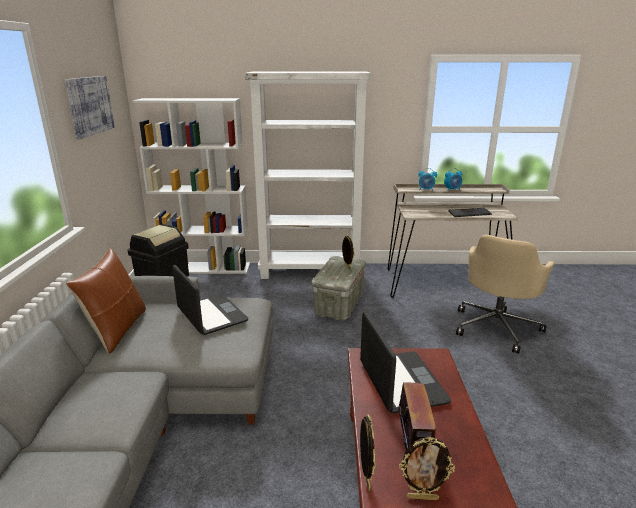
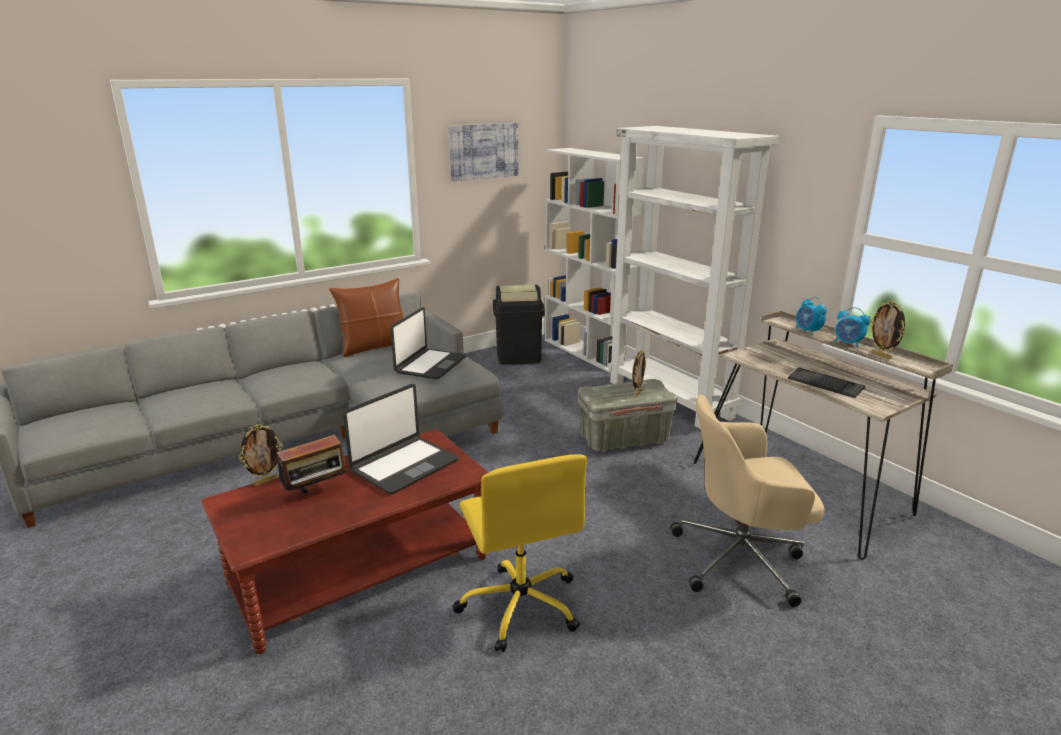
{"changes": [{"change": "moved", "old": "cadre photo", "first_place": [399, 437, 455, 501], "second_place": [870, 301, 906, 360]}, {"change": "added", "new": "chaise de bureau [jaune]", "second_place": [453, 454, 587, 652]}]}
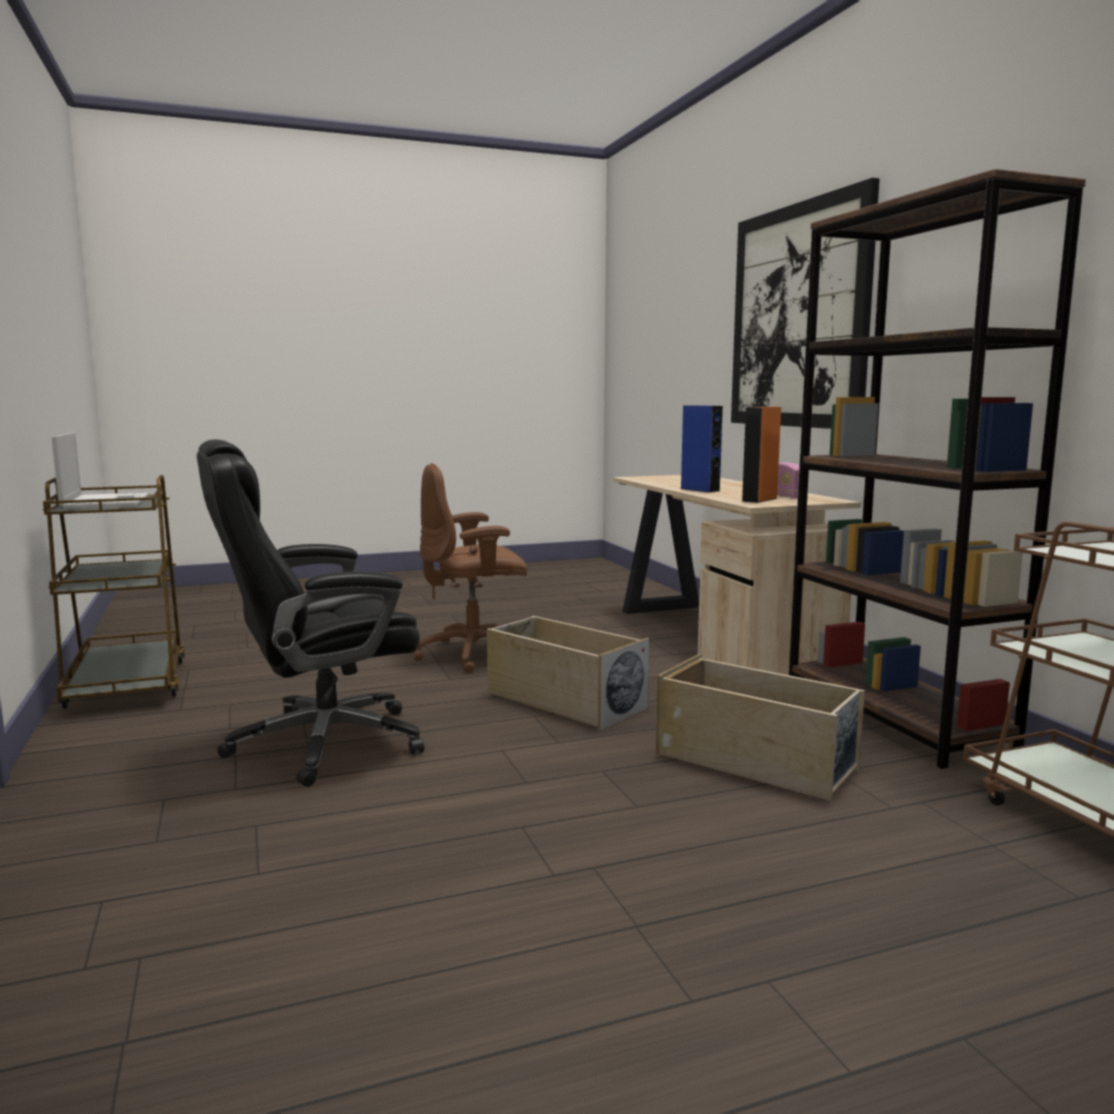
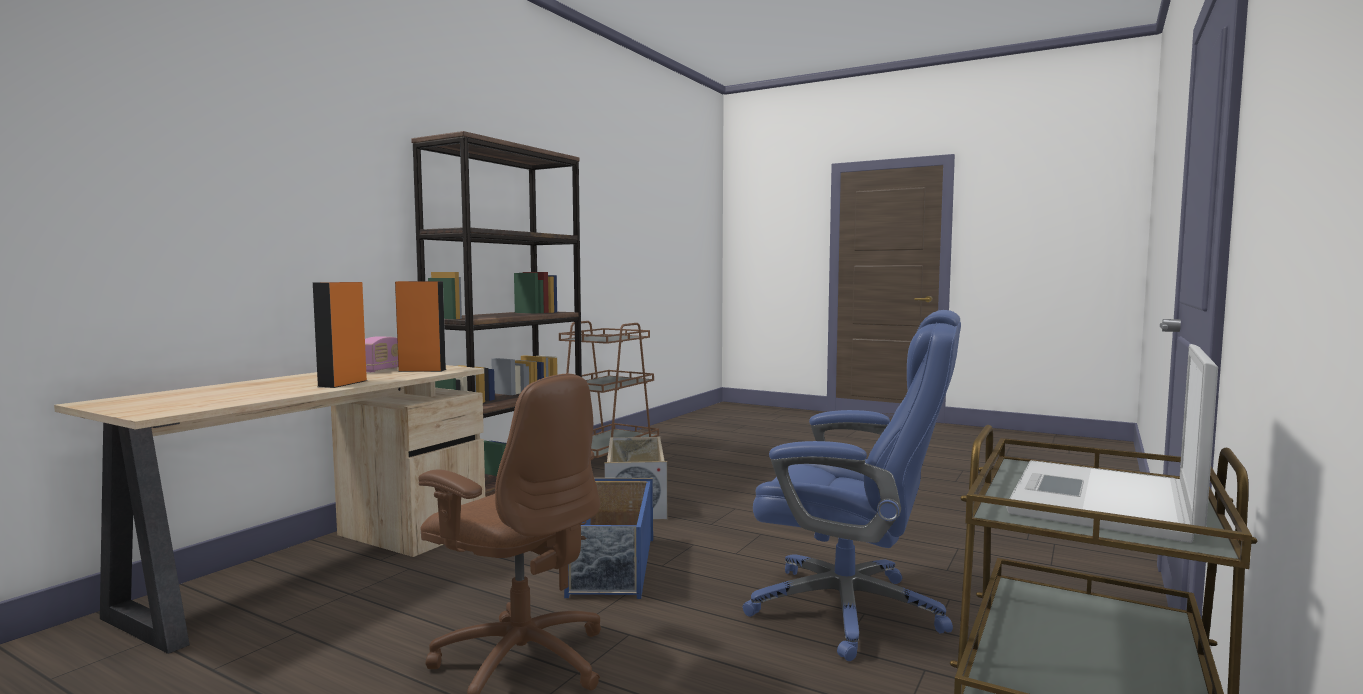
{"changes": [{"change": "removed", "old": "tableau", "first_place": [731, 178, 880, 429]}, {"change": "recoloured", "old": "enceinte [bleu]", "new": "enceinte [orange]", "first_place": [681, 405, 723, 493], "second_place": [313, 282, 367, 388]}, {"change": "recoloured", "old": "chaise de bureau [noir]", "new": "chaise de bureau [bleu]", "first_place": [197, 439, 424, 787], "second_place": [742, 310, 961, 661]}, {"change": "recoloured", "old": "boîte de rangement [beige]", "new": "boîte de rangement [bleu]", "first_place": [487, 616, 650, 731], "second_place": [564, 478, 653, 599]}]}
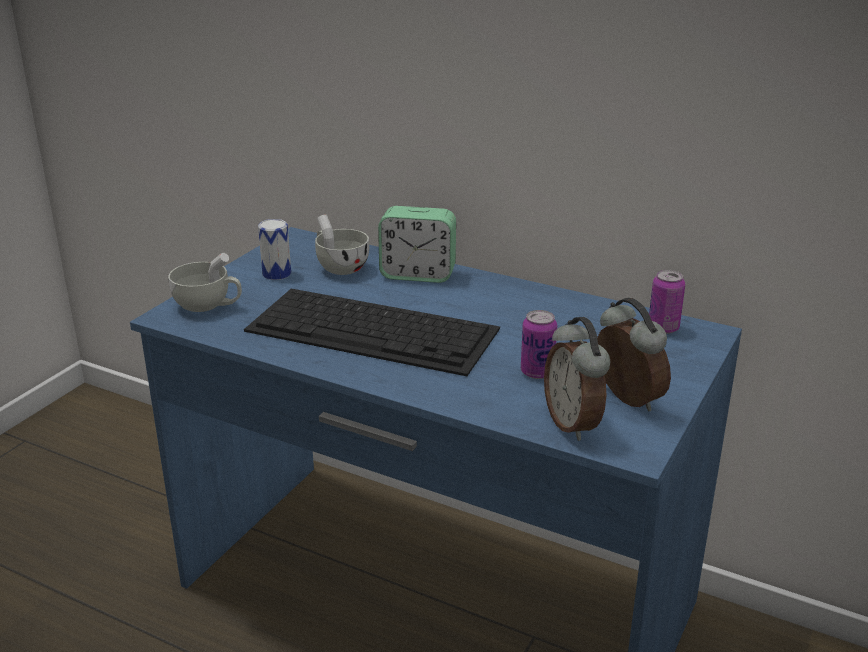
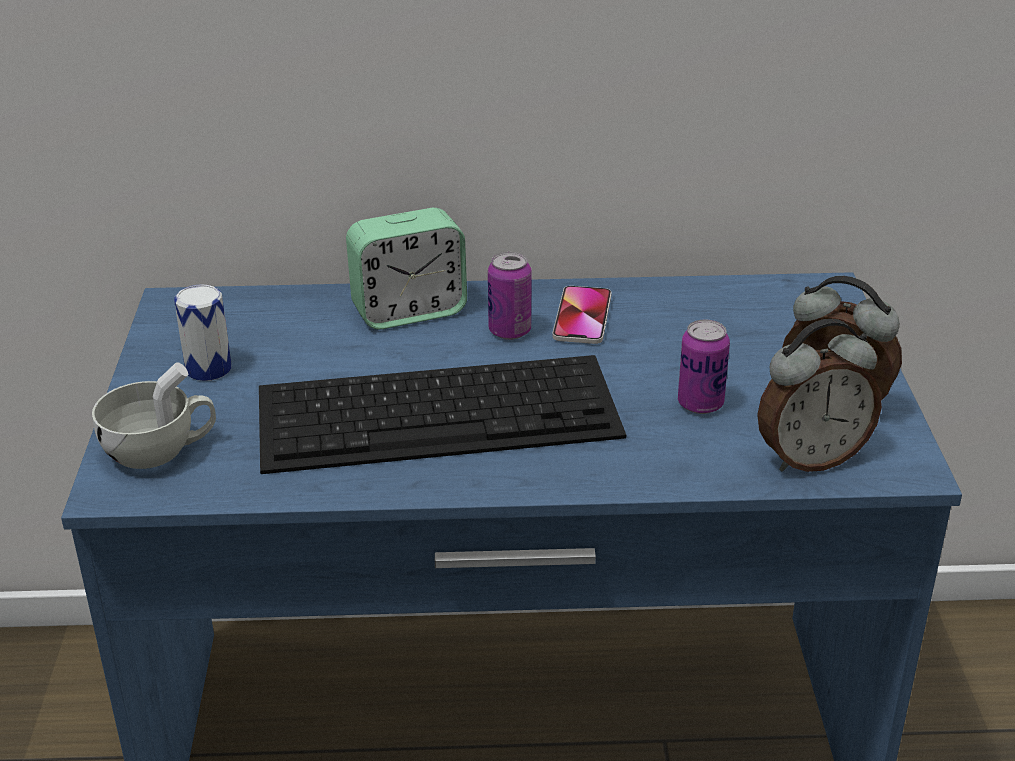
{"changes": [{"change": "removed", "old": "tasse [blanc]", "first_place": [315, 215, 369, 275]}, {"change": "moved", "old": "boîte métallique", "first_place": [649, 270, 685, 334], "second_place": [488, 252, 531, 340]}, {"change": "turned", "old": "réveil", "first_place": [544, 317, 610, 441], "second_place": [757, 319, 882, 472], "degrees": -60}, {"change": "added", "new": "téléphone", "second_place": [552, 286, 612, 344]}]}
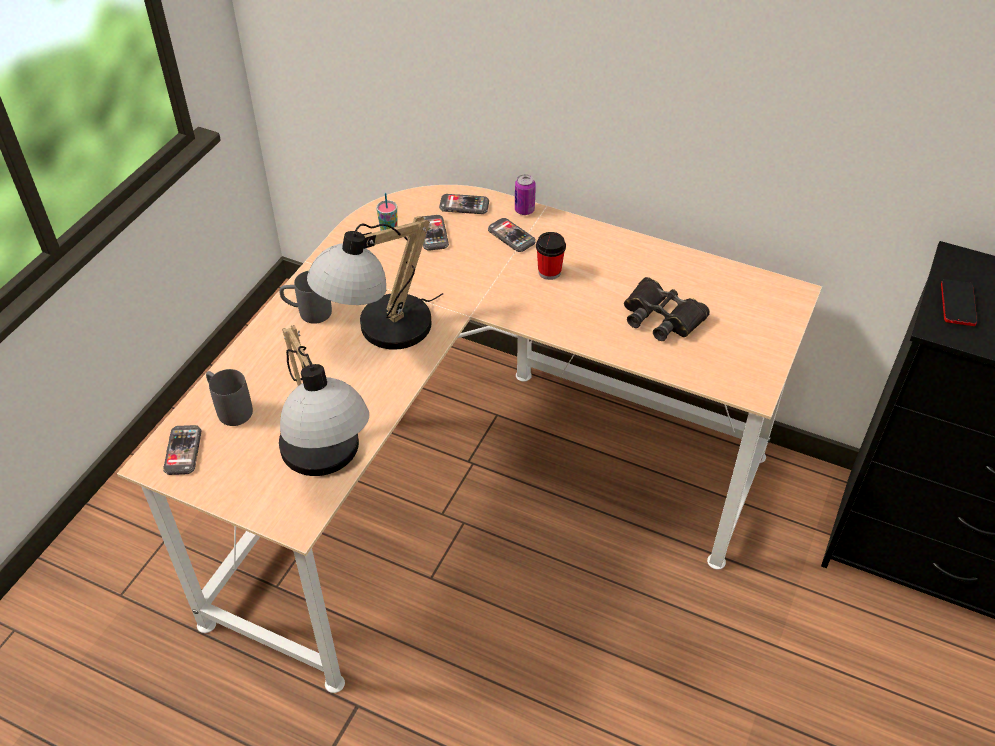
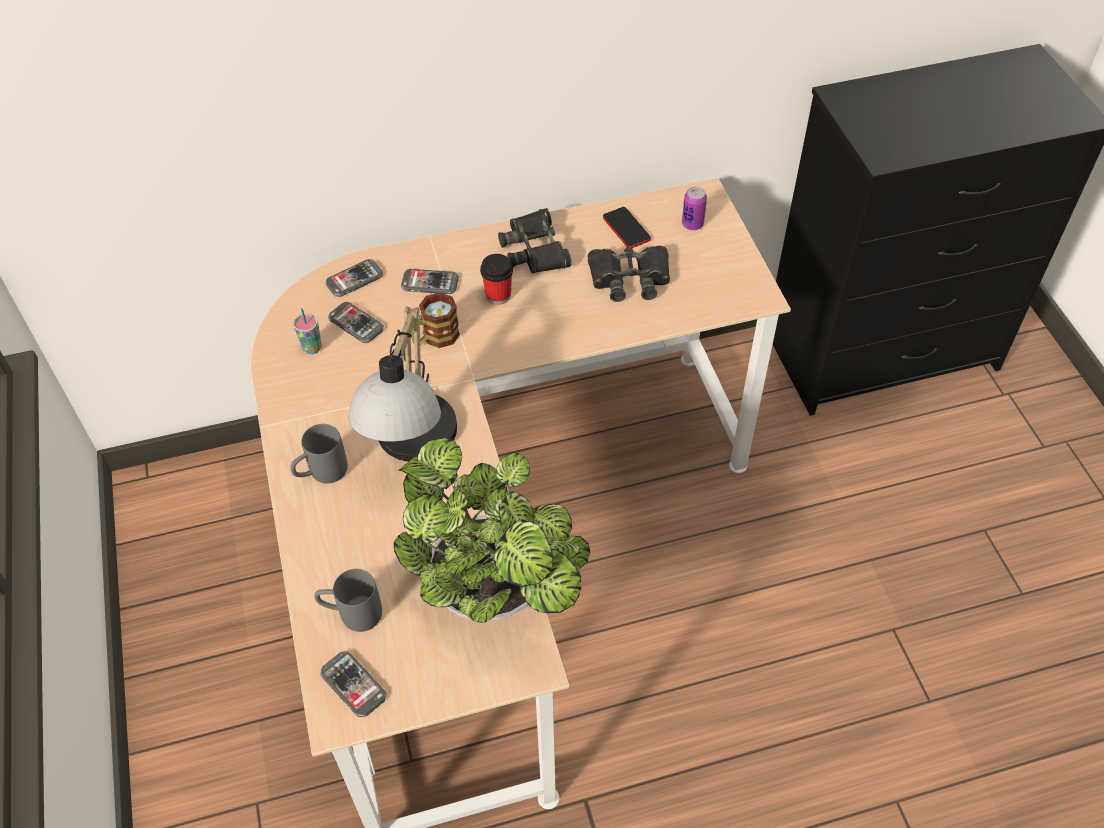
{"changes": [{"change": "moved", "old": "boîte métallique", "first_place": [515, 174, 536, 215], "second_place": [682, 186, 707, 230]}, {"change": "moved", "old": "téléphone", "first_place": [941, 279, 977, 326], "second_place": [603, 207, 651, 248]}, {"change": "replaced", "old": "lampe de table", "new": "plante en pot", "first_place": [279, 325, 369, 476], "second_place": [394, 437, 590, 623]}, {"change": "added", "new": "jumelles [noir]", "second_place": [498, 208, 572, 273]}, {"change": "added", "new": "mug", "second_place": [411, 292, 460, 348]}]}
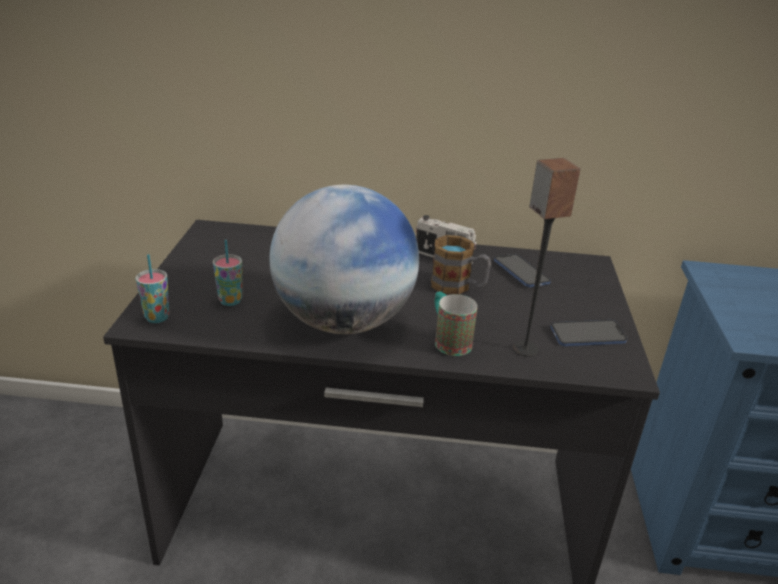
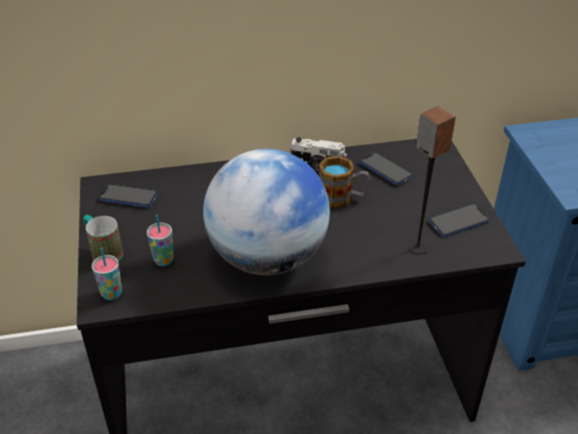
{"changes": [{"change": "moved", "old": "mug", "first_place": [435, 291, 478, 356], "second_place": [83, 215, 123, 261]}, {"change": "added", "new": "téléphone", "second_place": [99, 184, 158, 207]}]}
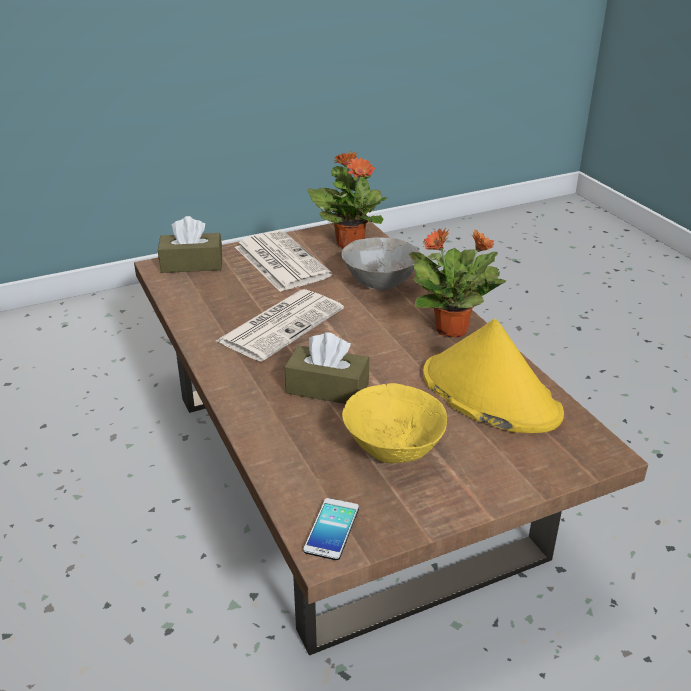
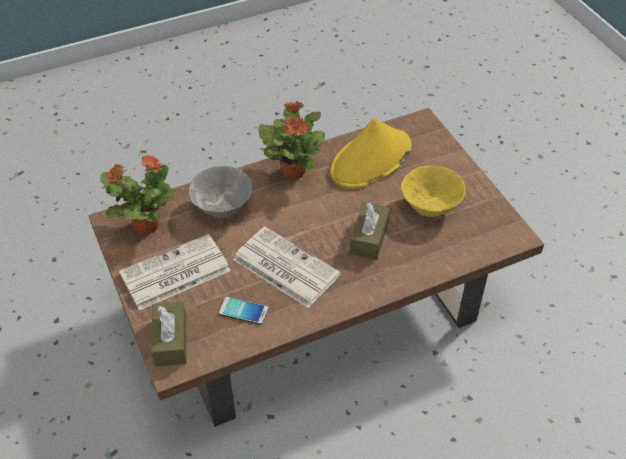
{"changes": [{"change": "moved", "old": "téléphone", "first_place": [303, 498, 359, 560], "second_place": [219, 296, 269, 325]}]}
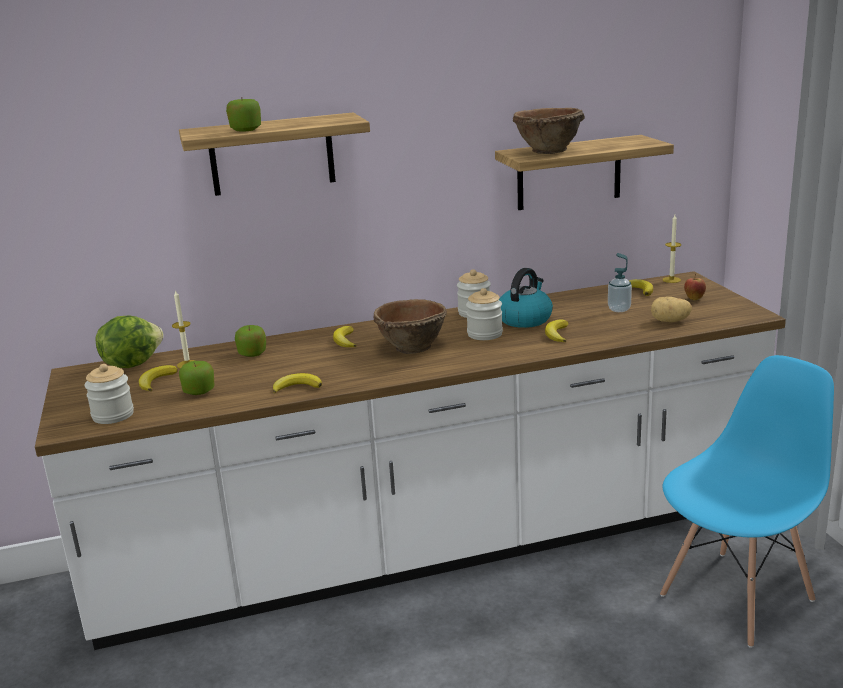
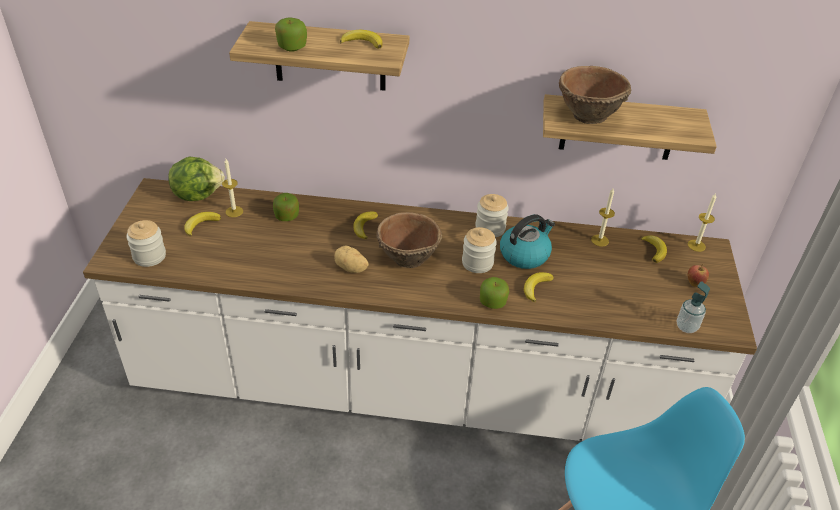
{"changes": [{"change": "moved", "old": "distributeur de savon", "first_place": [608, 253, 632, 312], "second_place": [677, 281, 710, 333]}, {"change": "moved", "old": "pomme de terre", "first_place": [651, 297, 692, 322], "second_place": [334, 245, 369, 273]}, {"change": "moved", "old": "pomme", "first_place": [179, 361, 214, 395], "second_place": [480, 277, 509, 309]}, {"change": "moved", "old": "banane", "first_place": [273, 373, 322, 393], "second_place": [340, 30, 383, 49]}, {"change": "added", "new": "bougie", "second_place": [591, 189, 615, 247]}]}
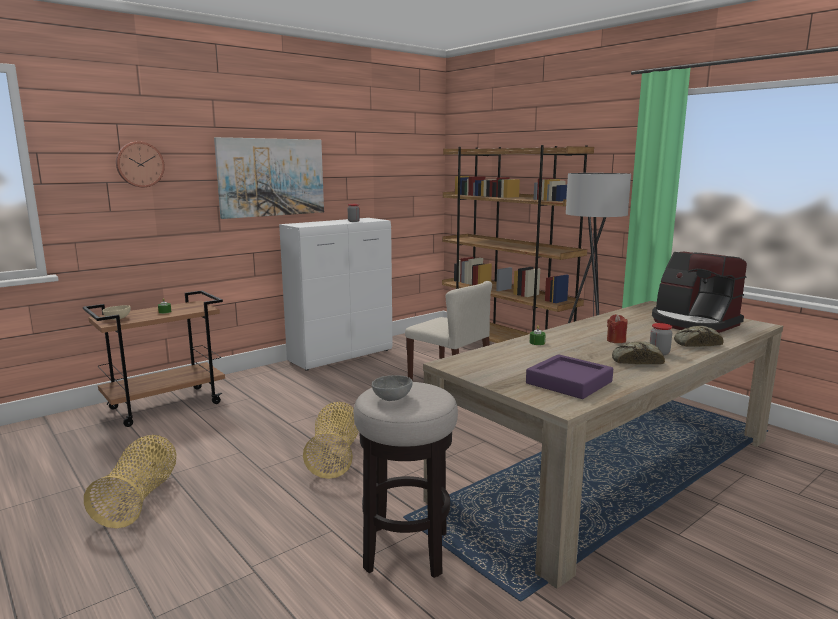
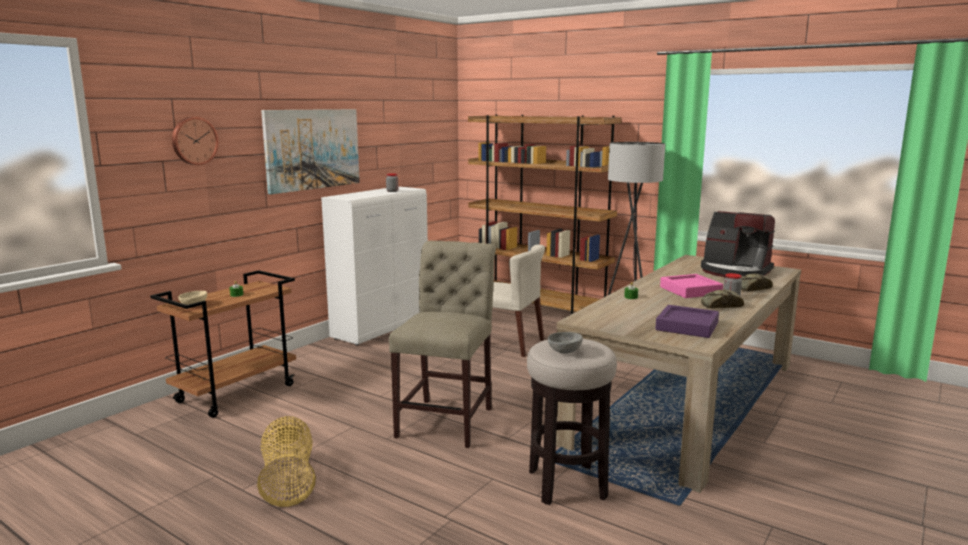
{"changes": [{"change": "replaced", "old": "bougie [rouge]", "new": "plateau [rose]", "first_place": [607, 314, 628, 343], "second_place": [660, 274, 723, 298]}, {"change": "replaced", "old": "panier", "new": "chaise [beige]", "first_place": [303, 402, 359, 479], "second_place": [389, 241, 496, 448]}]}
